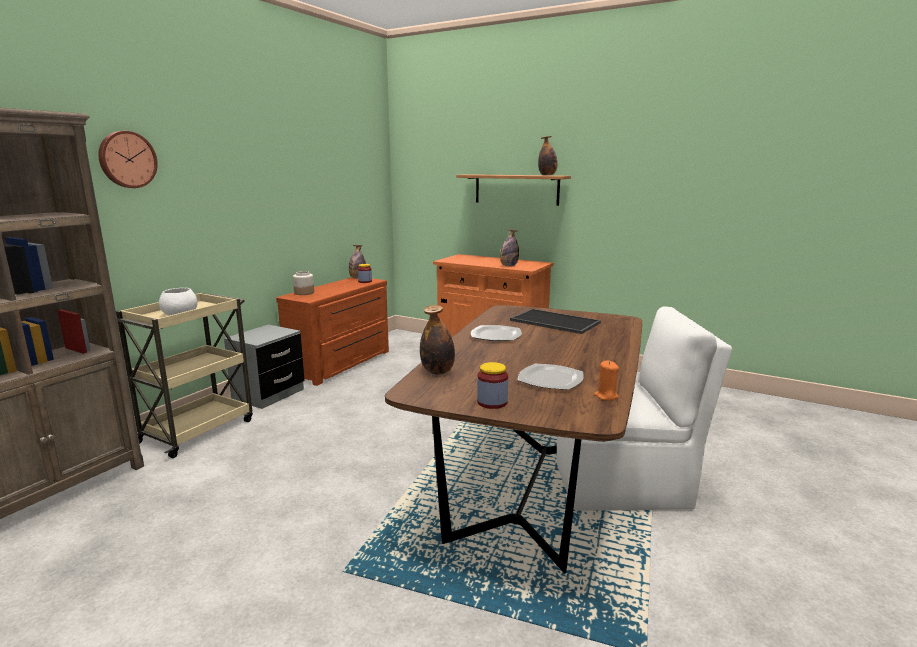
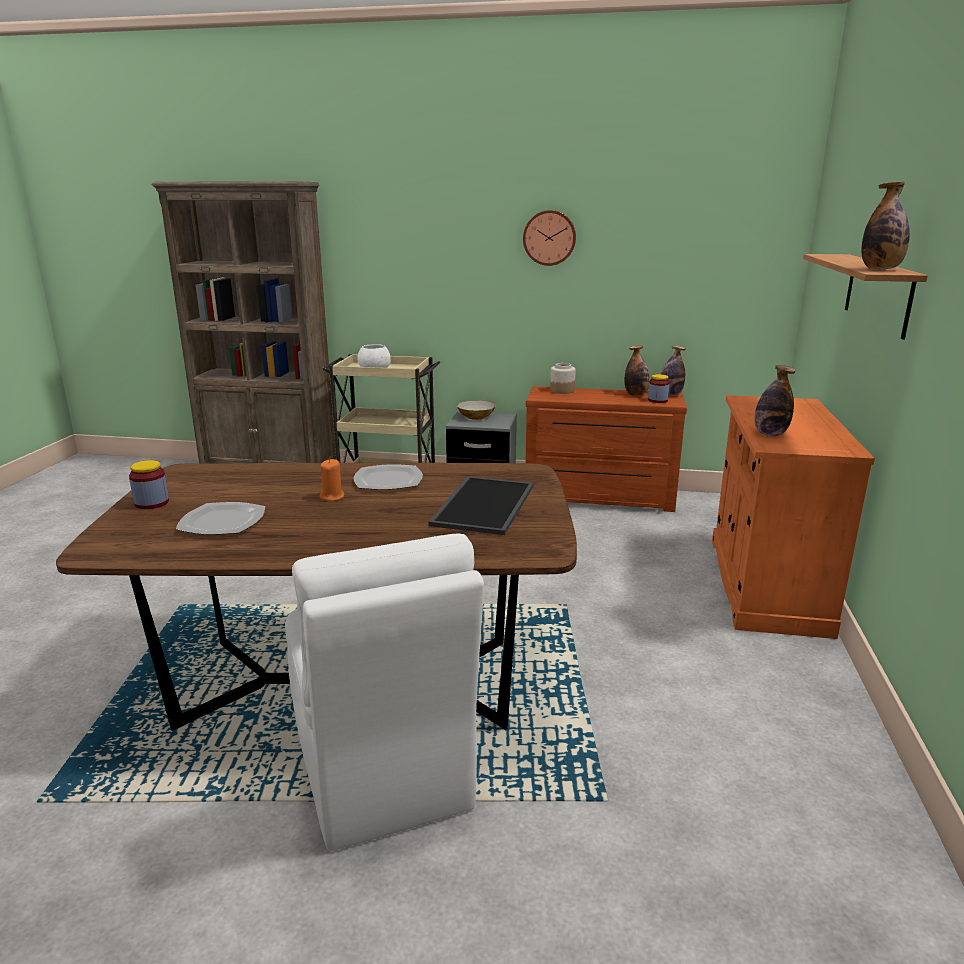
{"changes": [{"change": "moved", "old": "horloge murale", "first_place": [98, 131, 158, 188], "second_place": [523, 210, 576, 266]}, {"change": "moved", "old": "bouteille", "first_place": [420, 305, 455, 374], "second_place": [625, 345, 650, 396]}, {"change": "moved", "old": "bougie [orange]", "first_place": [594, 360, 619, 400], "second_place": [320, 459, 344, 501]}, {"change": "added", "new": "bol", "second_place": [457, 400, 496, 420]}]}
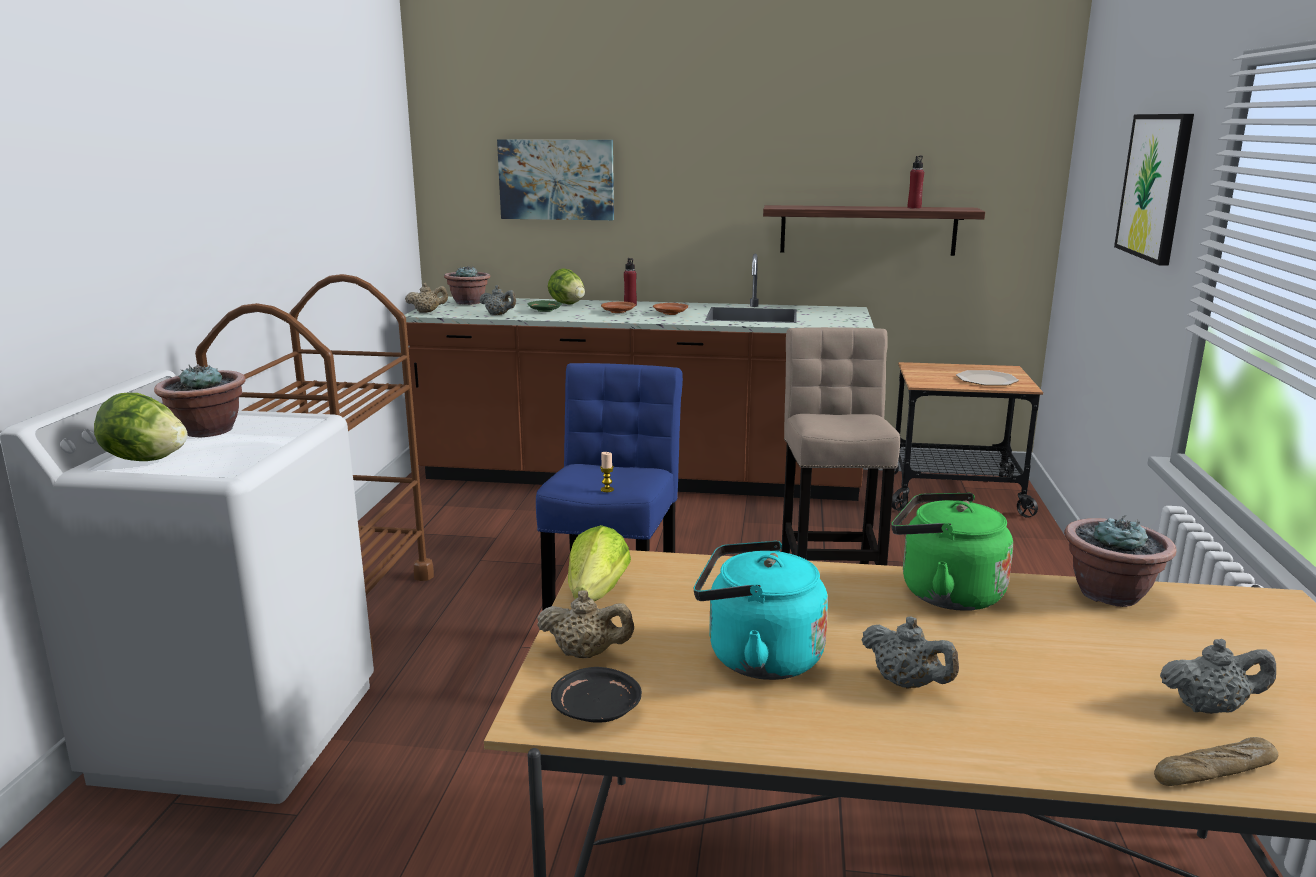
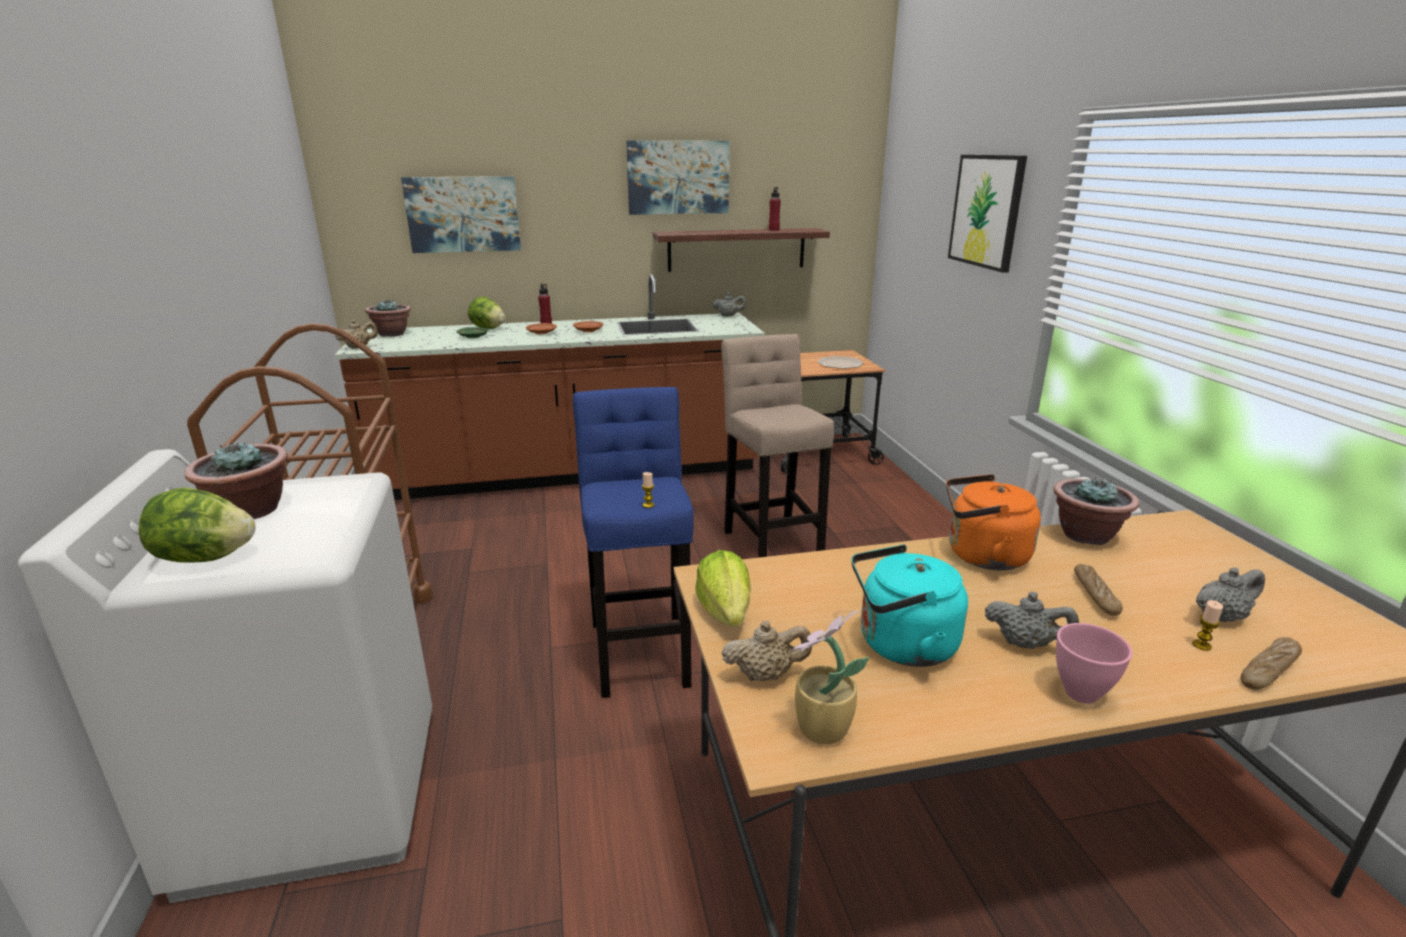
{"changes": [{"change": "moved", "old": "théière [gris]", "first_place": [479, 285, 516, 315], "second_place": [712, 292, 746, 317]}, {"change": "recoloured", "old": "bouilloire [vert]", "new": "bouilloire [orange]", "first_place": [891, 493, 1013, 611], "second_place": [946, 474, 1041, 570]}, {"change": "replaced", "old": "assiette [noir]", "new": "plante en pot", "first_place": [551, 667, 642, 723], "second_place": [790, 611, 869, 745]}, {"change": "added", "new": "tableau", "second_place": [626, 140, 729, 215]}, {"change": "added", "new": "pain", "second_place": [1074, 564, 1123, 616]}, {"change": "added", "new": "bougie", "second_place": [1192, 600, 1223, 651]}, {"change": "added", "new": "bol [rose]", "second_place": [1056, 623, 1132, 704]}]}
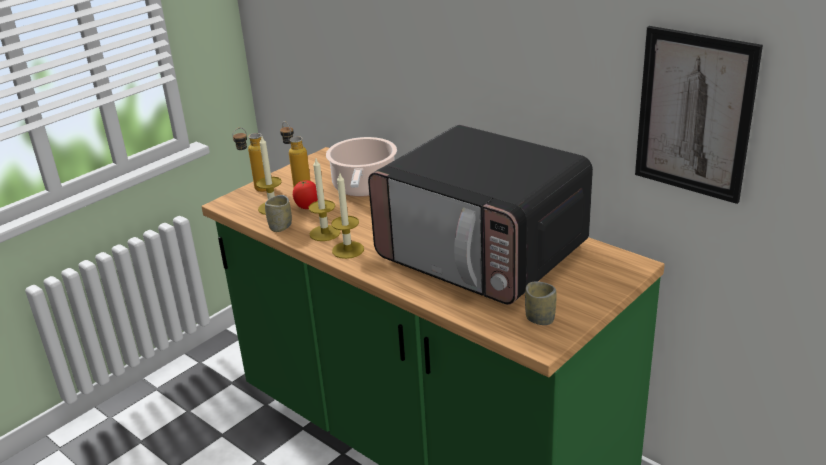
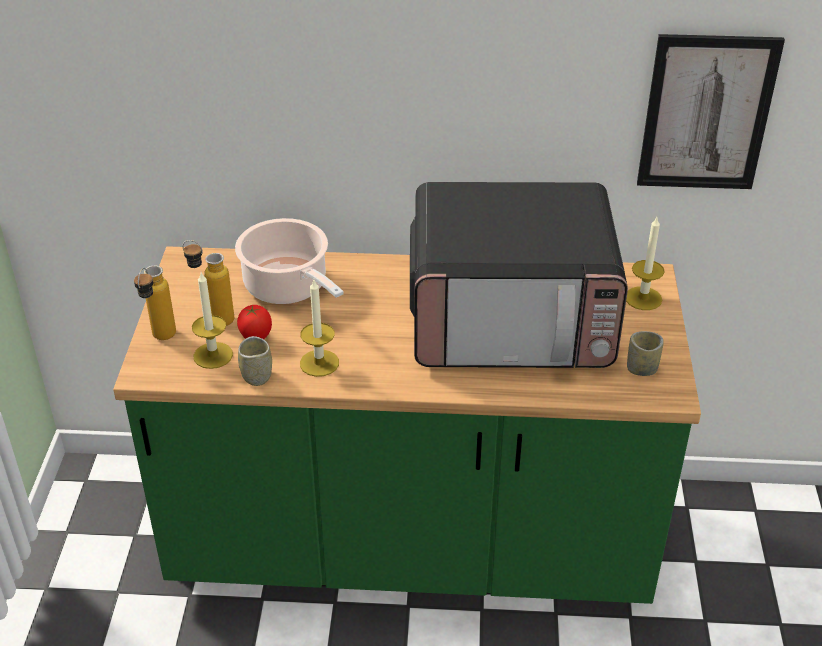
{"changes": [{"change": "moved", "old": "bougie", "first_place": [331, 173, 364, 259], "second_place": [626, 217, 665, 310]}]}
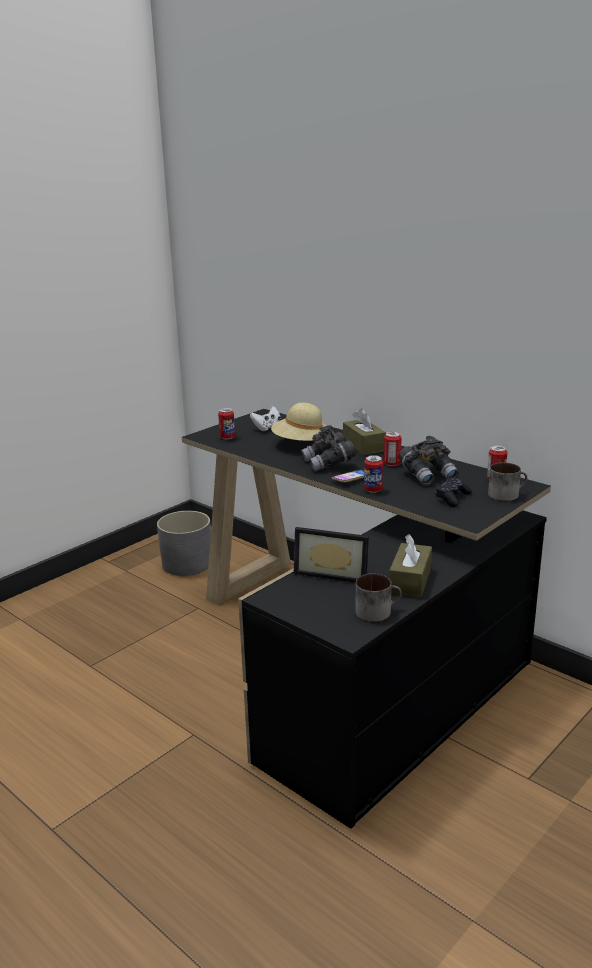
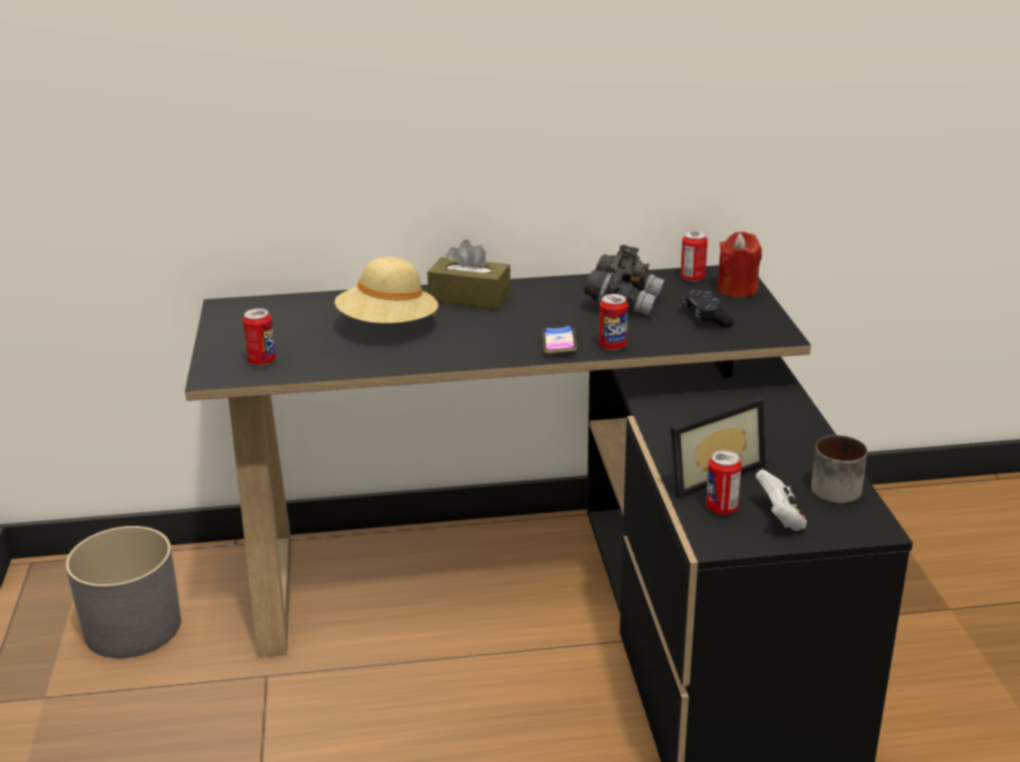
{"changes": [{"change": "moved", "old": "manette [blanc]", "first_place": [250, 406, 282, 431], "second_place": [755, 470, 807, 531]}, {"change": "removed", "old": "jumelles [gris]", "first_place": [301, 425, 356, 471]}, {"change": "moved", "old": "boîte métallique", "first_place": [384, 432, 402, 466], "second_place": [706, 450, 742, 515]}, {"change": "replaced", "old": "mug", "new": "bougie [rouge]", "first_place": [488, 462, 528, 501], "second_place": [717, 232, 762, 298]}, {"change": "removed", "old": "boîte à mouchoirs [marron]", "first_place": [389, 534, 432, 598]}]}
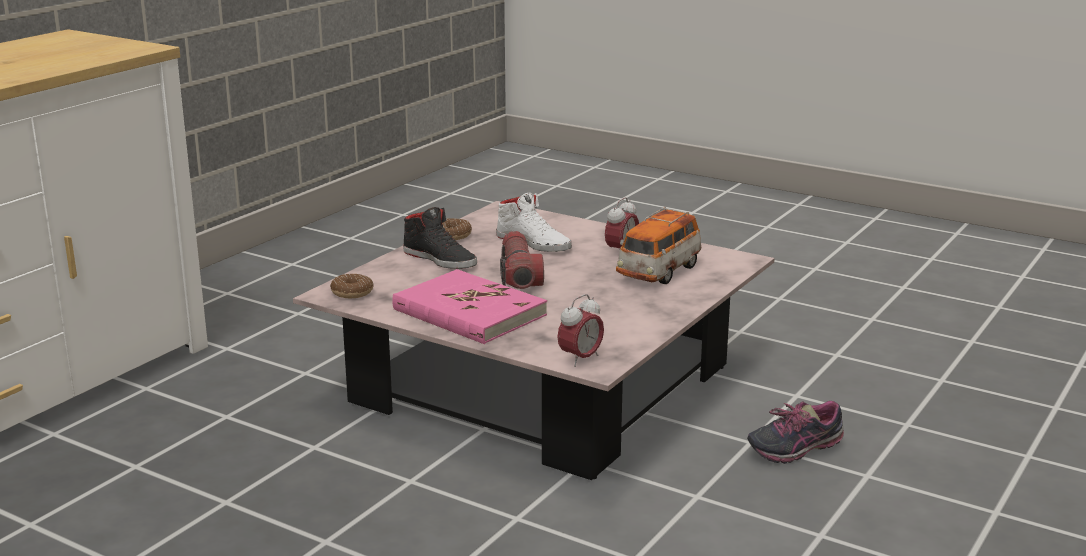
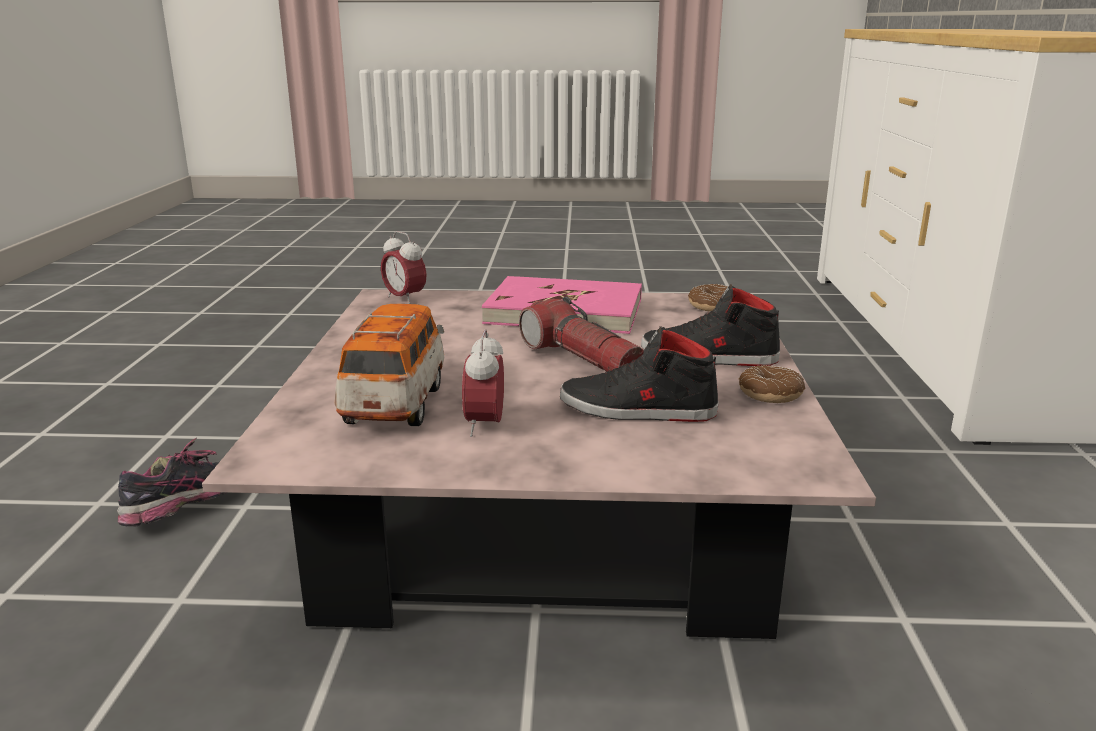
{"changes": [{"change": "recoloured", "old": "chaussure [blanc]", "new": "chaussure [noir]", "first_place": [496, 193, 572, 252], "second_place": [560, 326, 719, 422]}, {"change": "turned", "old": "réveil", "first_place": [557, 294, 604, 367], "second_place": [381, 231, 427, 304], "degrees": -60}]}
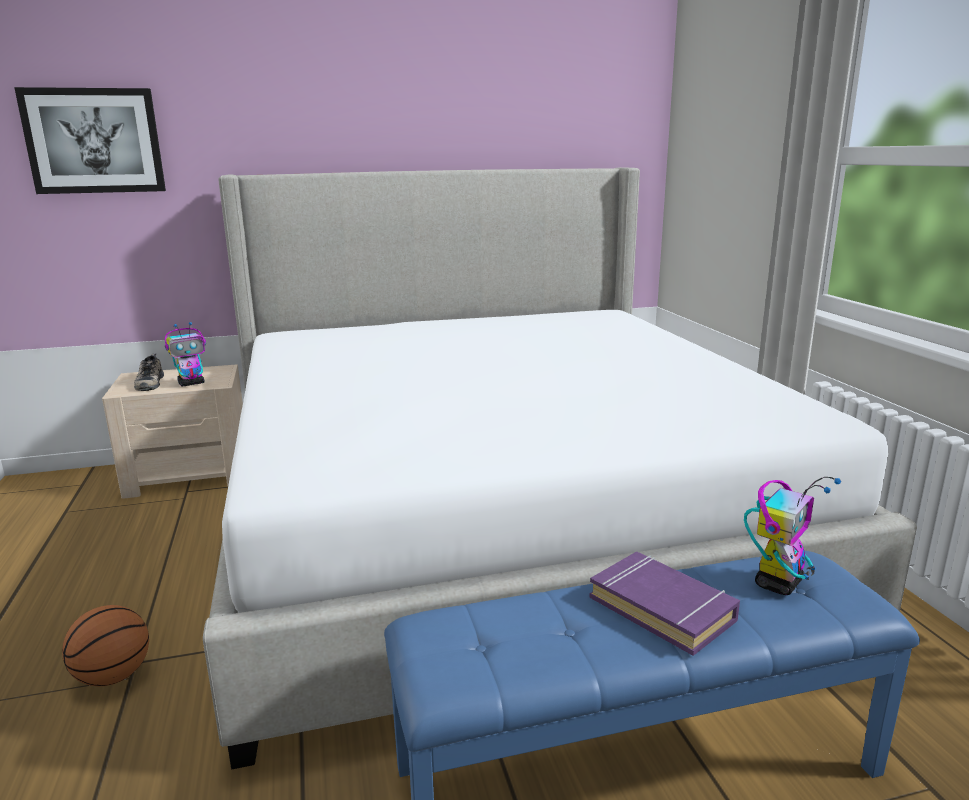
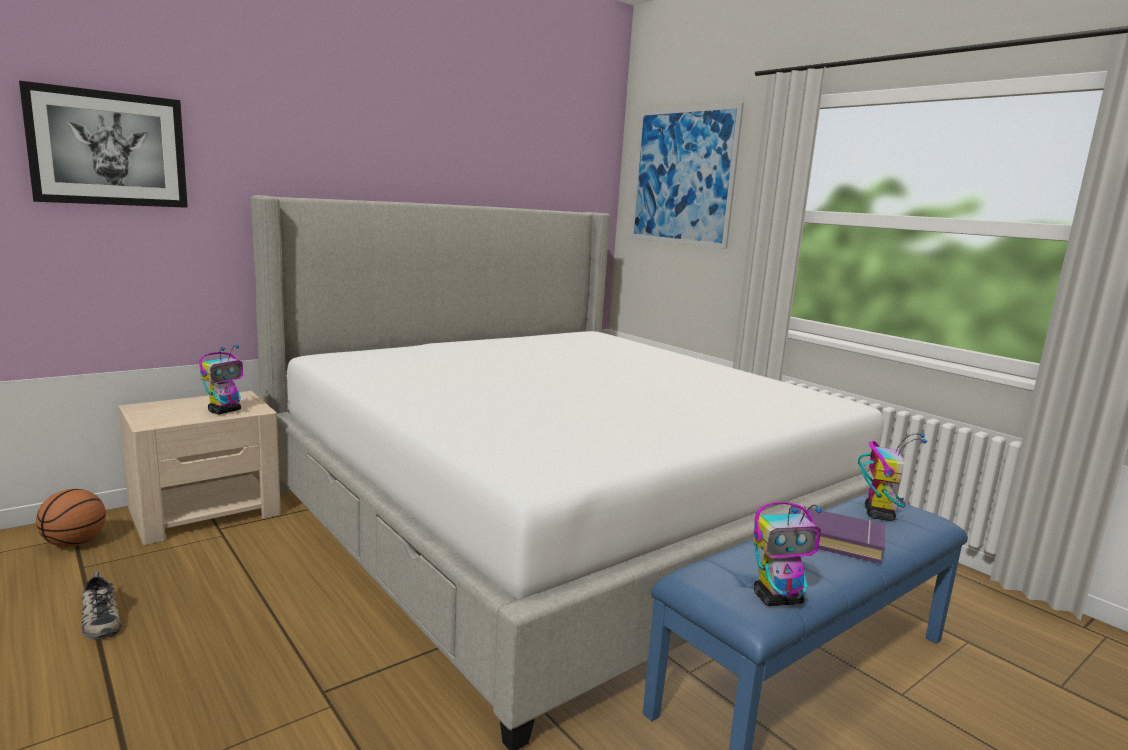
{"changes": [{"change": "moved", "old": "chaussure", "first_place": [134, 353, 164, 391], "second_place": [81, 571, 122, 640]}, {"change": "moved", "old": "ballon de basket", "first_place": [62, 605, 149, 686], "second_place": [36, 489, 106, 547]}, {"change": "added", "new": "tableau", "second_place": [630, 102, 744, 249]}, {"change": "added", "new": "robot jouet", "second_place": [753, 502, 822, 606]}]}
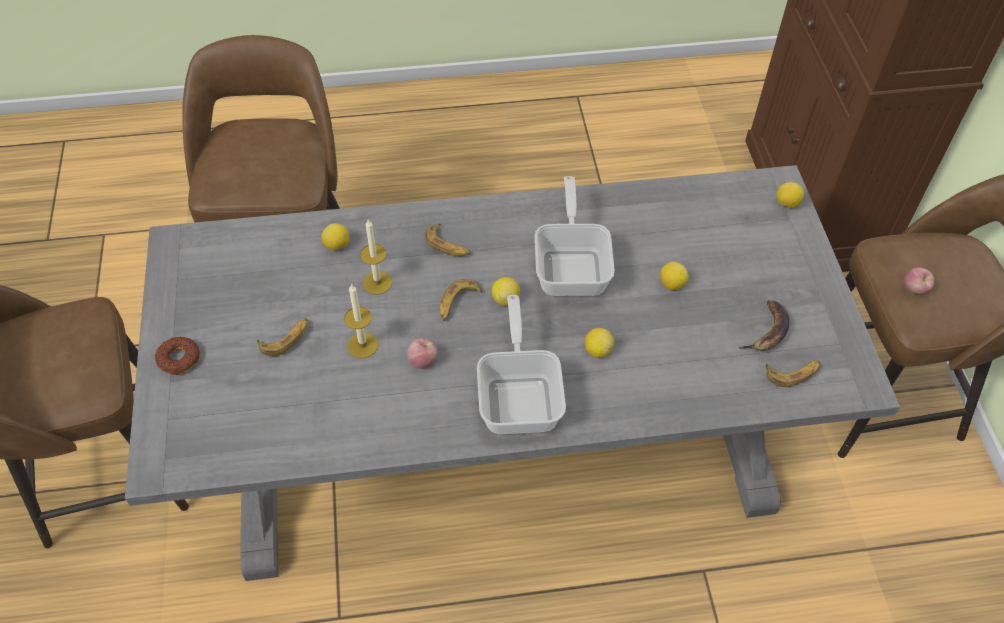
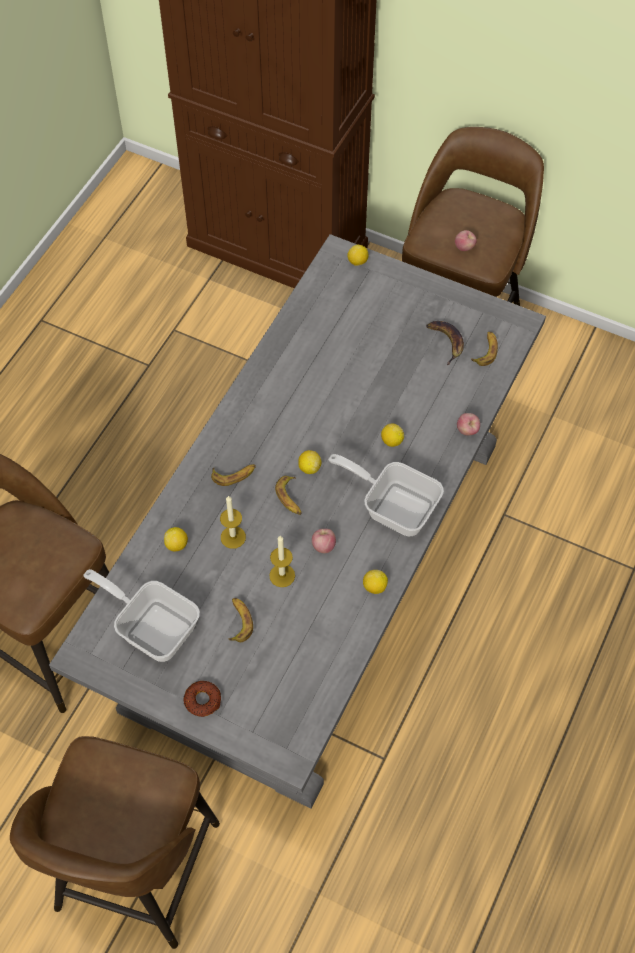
{"changes": [{"change": "moved", "old": "poêle", "first_place": [535, 176, 615, 296], "second_place": [83, 569, 200, 662]}, {"change": "moved", "old": "citron", "first_place": [660, 261, 689, 290], "second_place": [363, 570, 388, 594]}, {"change": "added", "new": "pomme", "second_place": [457, 413, 480, 435]}]}
